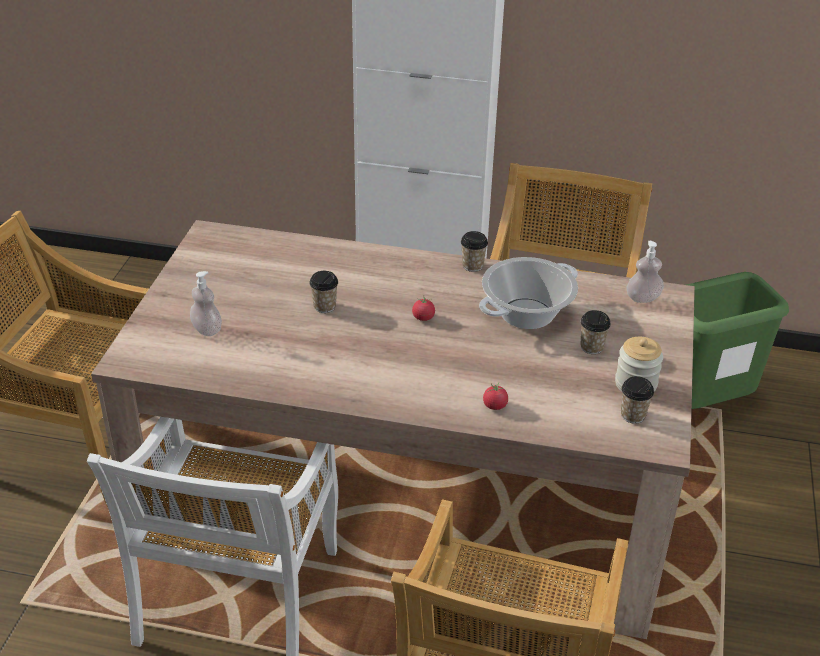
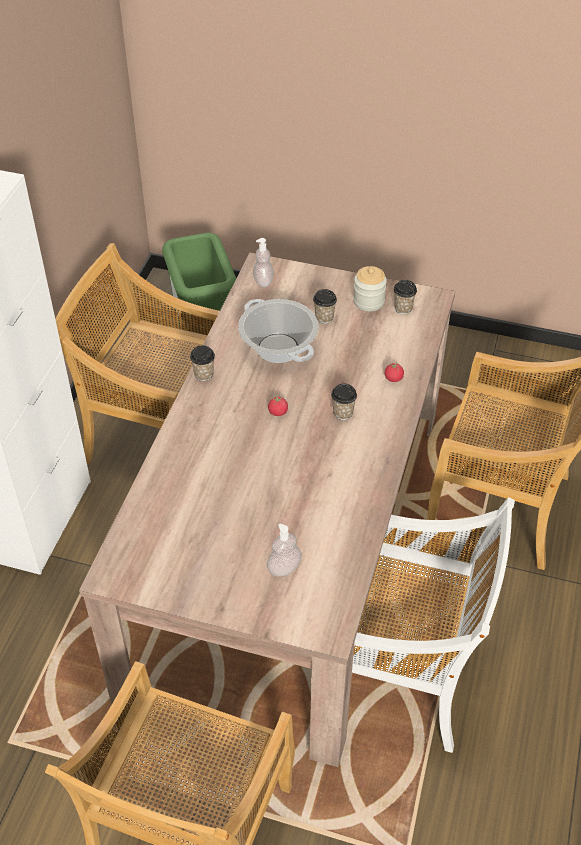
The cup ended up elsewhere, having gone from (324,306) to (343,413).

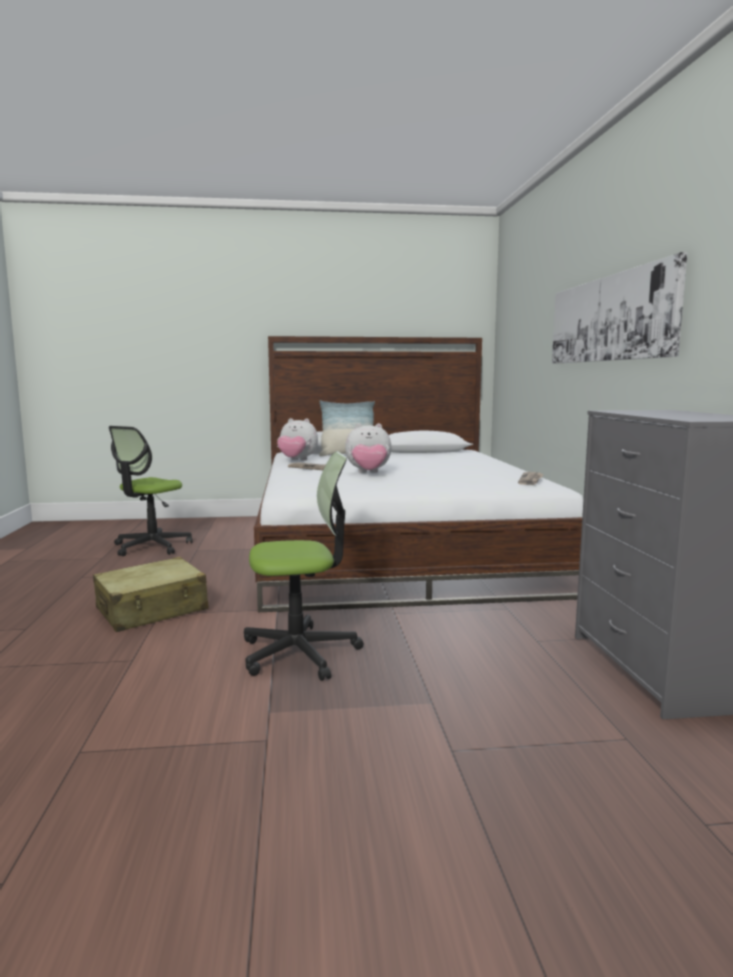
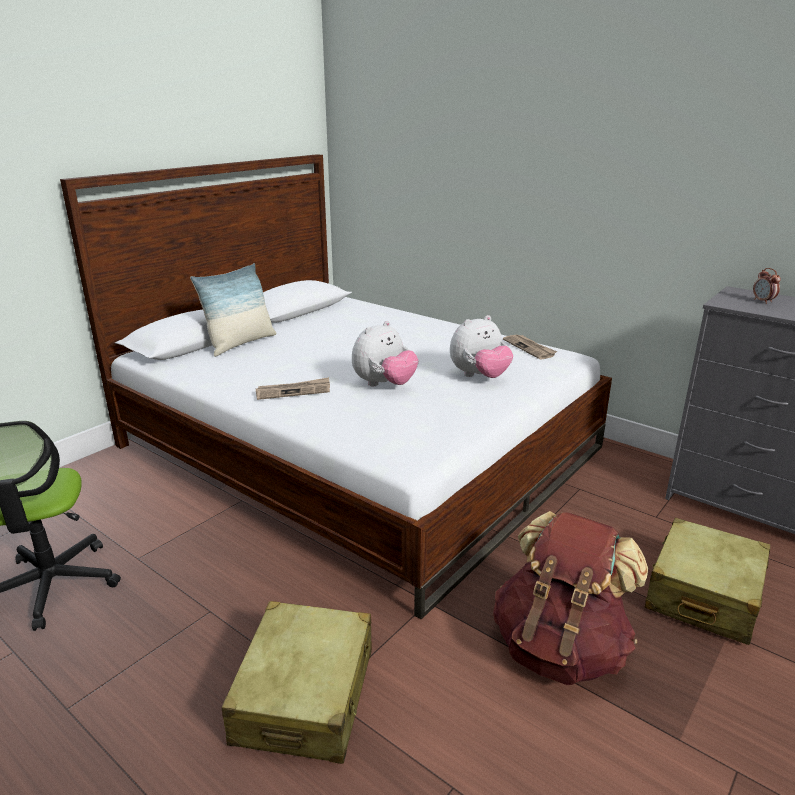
Where the office chair stood at (300,653), the brown backpack came to stand at (560,648).
The plush toy ended up elsewhere, having gone from (297,460) to (479,376).
The second view lost the picture at (608,319).
The second view gained the beige suitcase at (703,595).
The second view gained the alarm clock at (763,301).

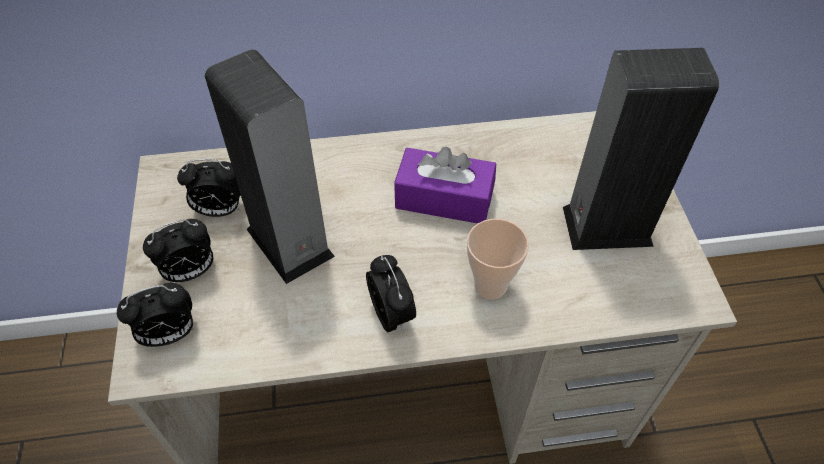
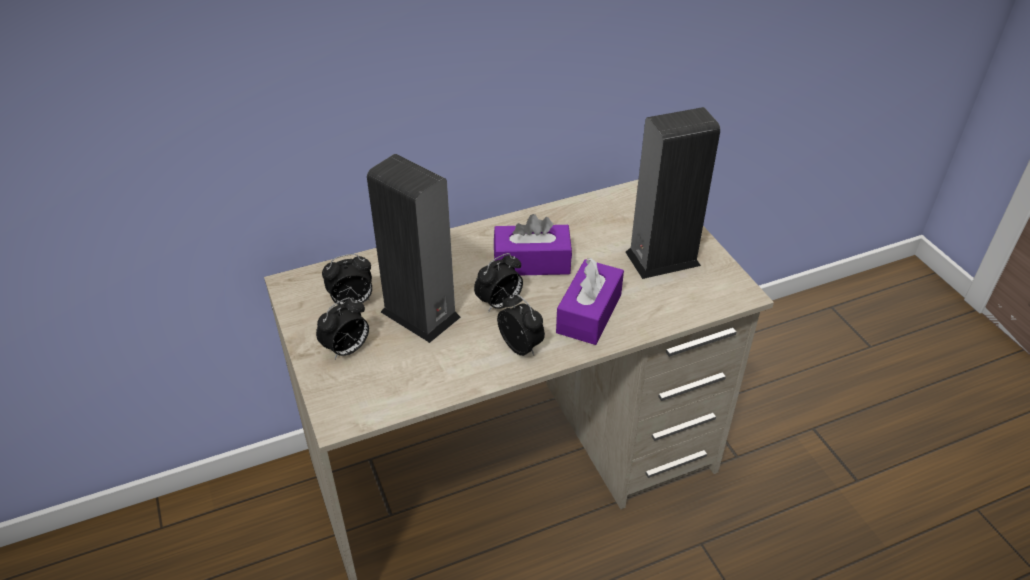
The alarm clock ended up elsewhere, having gone from (169,334) to (499,304).
Where the cup stood at (490,285), the purple tissue box came to stand at (589,313).

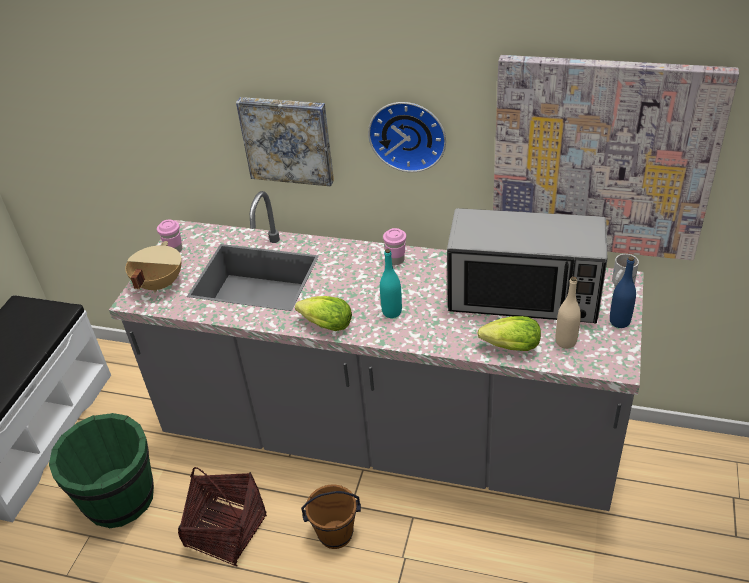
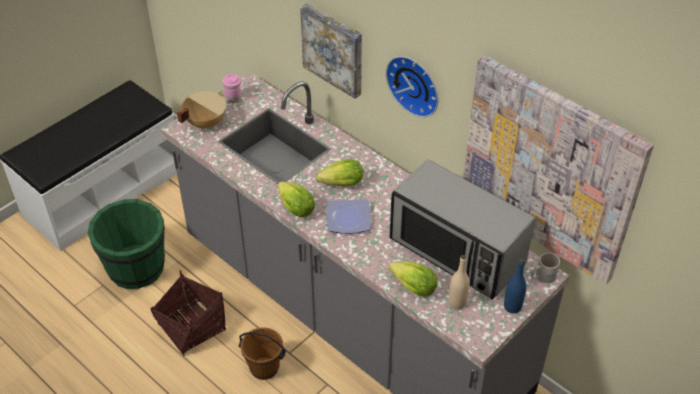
Where the turquoise bottle stood at (392,312), the plate came to stand at (349,219).
The second view lost the pink cup at (396,260).
The second view gained the lettuce at (339,184).

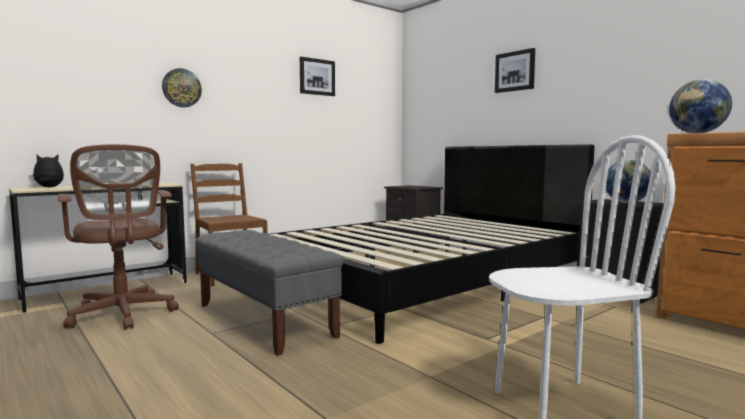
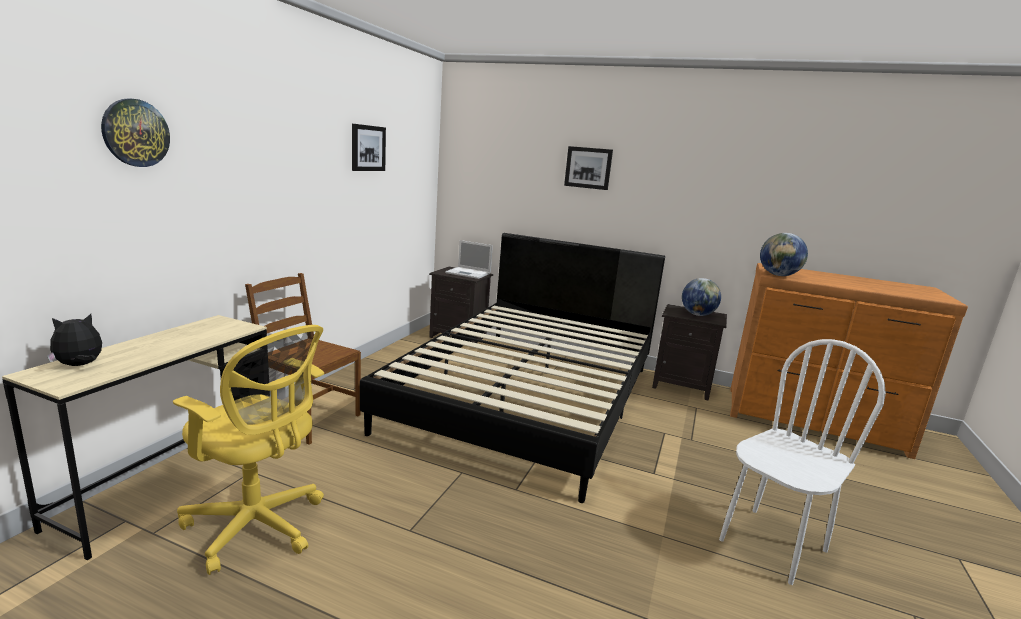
What was the brown office chair at (122,315) turned into the yellow office chair at (258,527).
The wall clock ended up elsewhere, having gone from (181,88) to (135,133).
The second view lost the grey bench at (264,320).
The second view gained the laptop at (469,273).

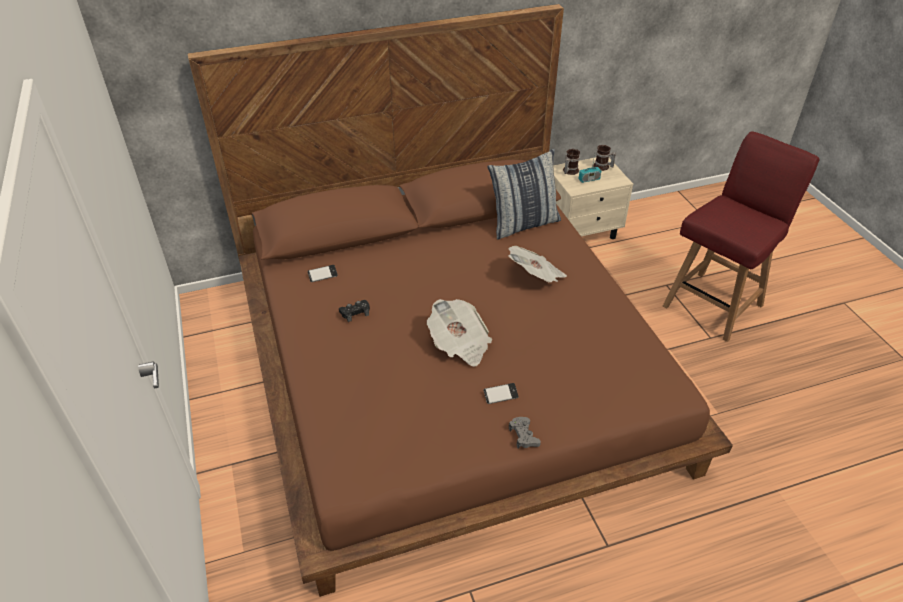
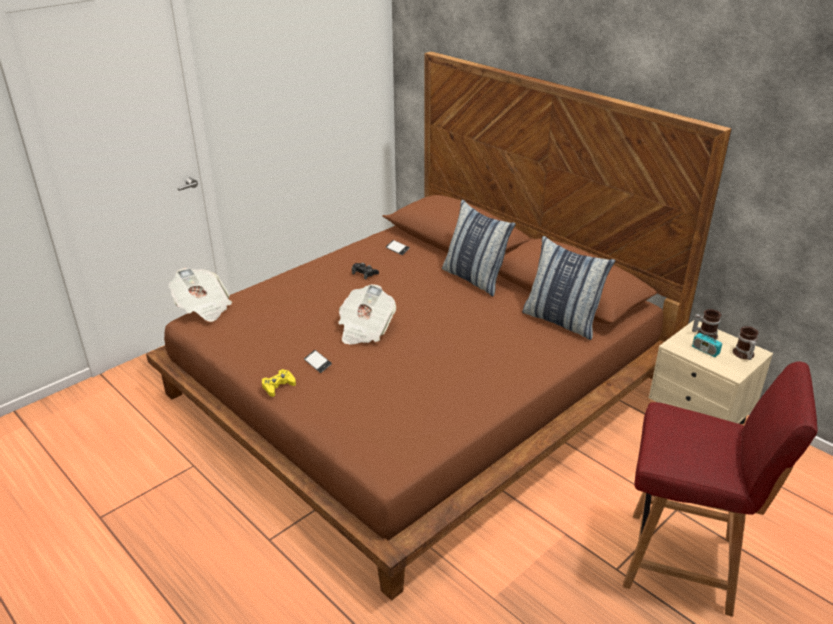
The newspaper ended up elsewhere, having gone from (536,277) to (203,307).
What was the grey game controller at (524,436) turned into the yellow game controller at (278,386).
The second view gained the pillow at (474,279).

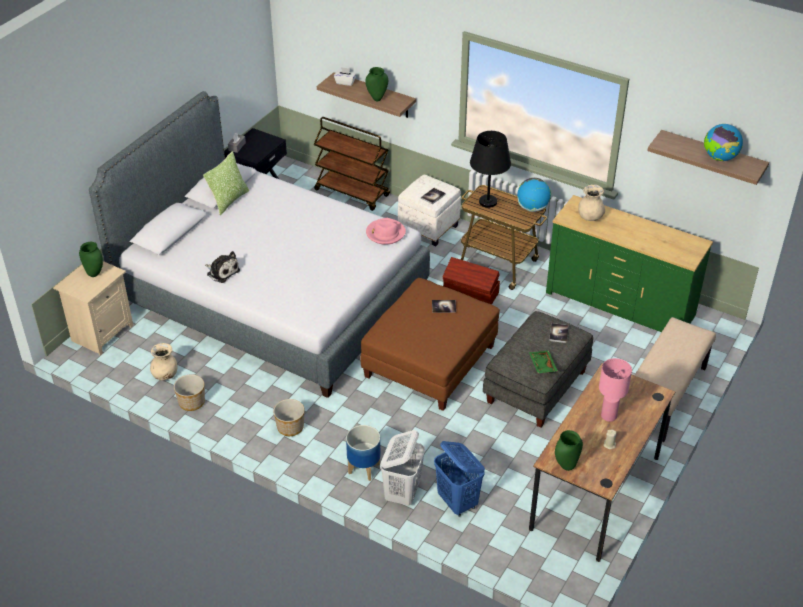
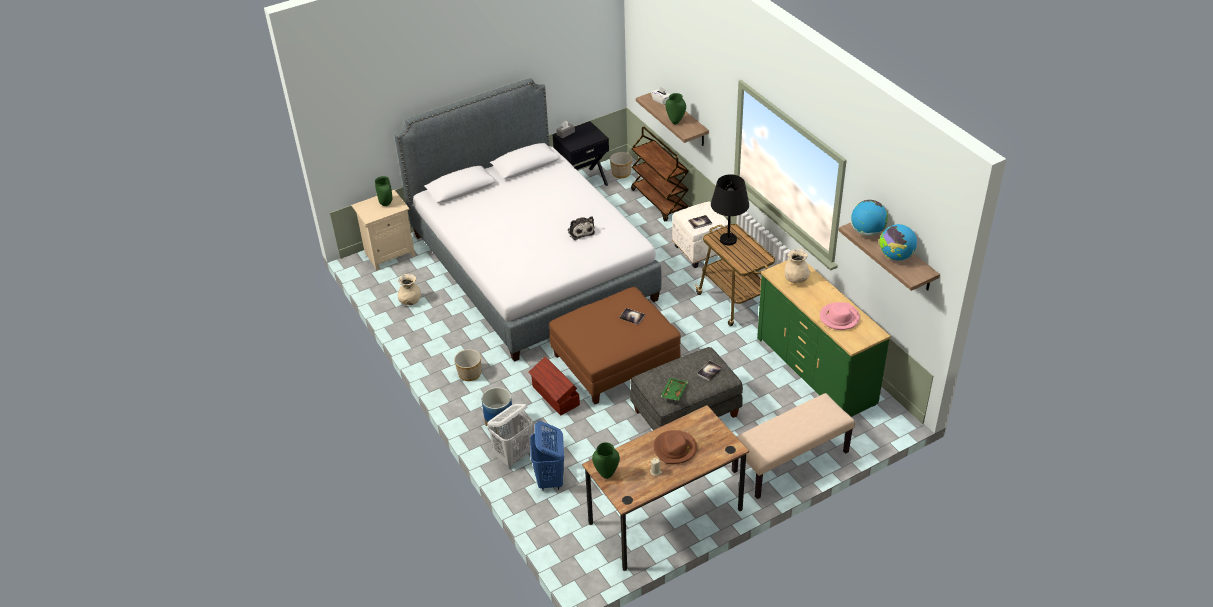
The planter ended up elsewhere, having gone from (191,402) to (621,173).
The second view lost the pillow at (229,200).
The plush toy ended up elsewhere, having gone from (222,272) to (580,231).
The pink hat ended up elsewhere, having gone from (385,233) to (839,318).
The brown storage box ended up elsewhere, having gone from (471,293) to (555,396).
The globe ended up elsewhere, having gone from (532,208) to (867,232).
Where the pink table lamp stood at (609,416), the brown hat came to stand at (675,449).

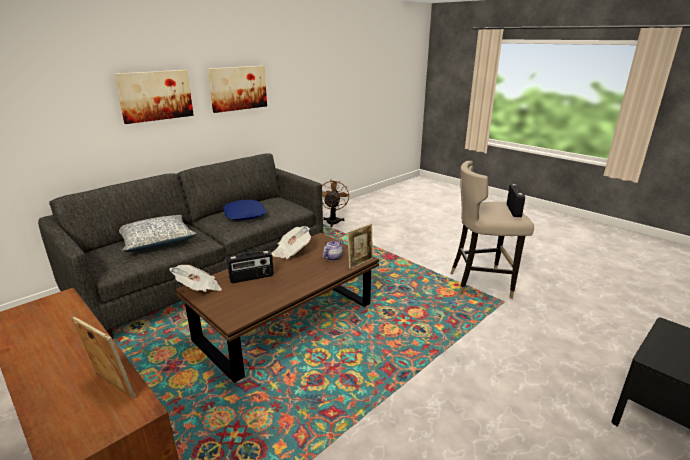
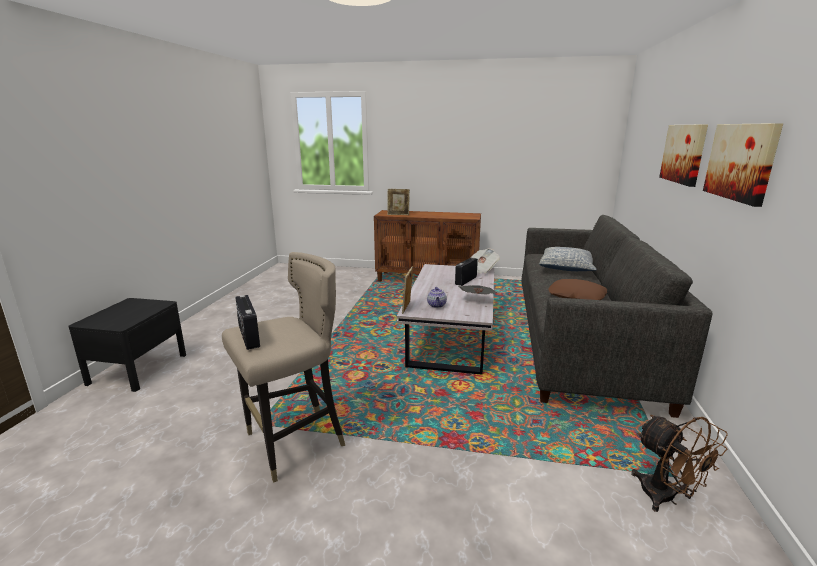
What was the brown coffee table at (287,322) turned into the white coffee table at (450,335).
What was the blue pillow at (245,215) turned into the brown pillow at (576,296).

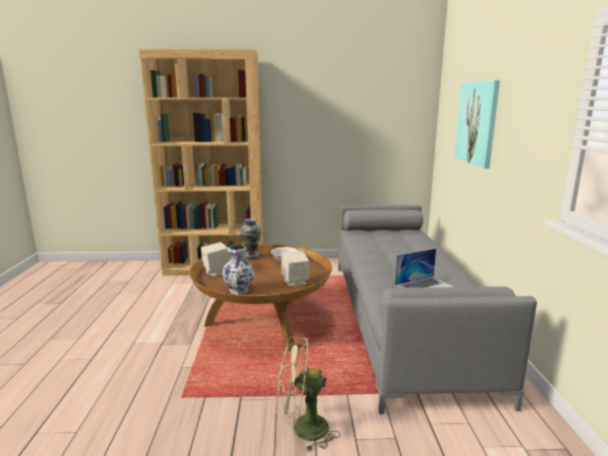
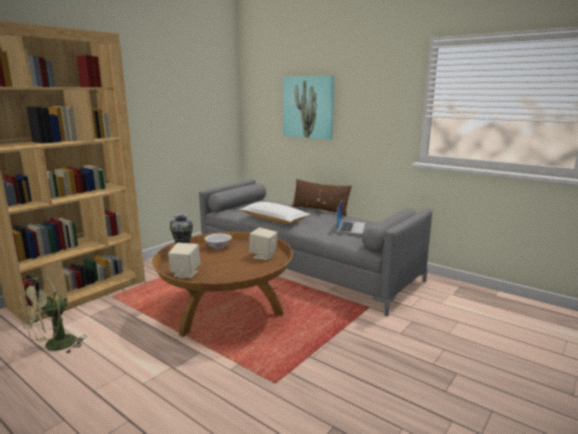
The second view lost the vase at (238,290).
The green fan ended up elsewhere, having gone from (302,429) to (54,347).
The second view gained the white pillow at (274,219).
The second view gained the brown pillow at (320,210).

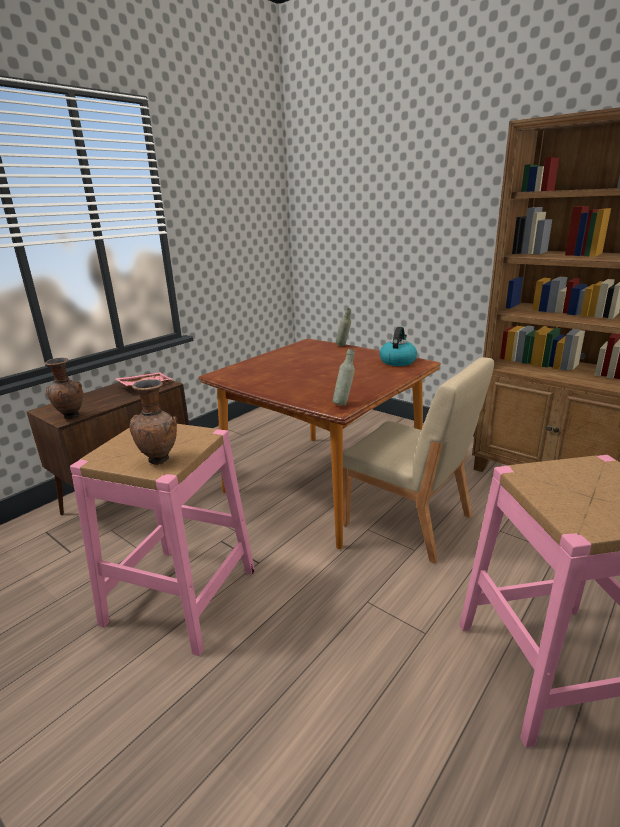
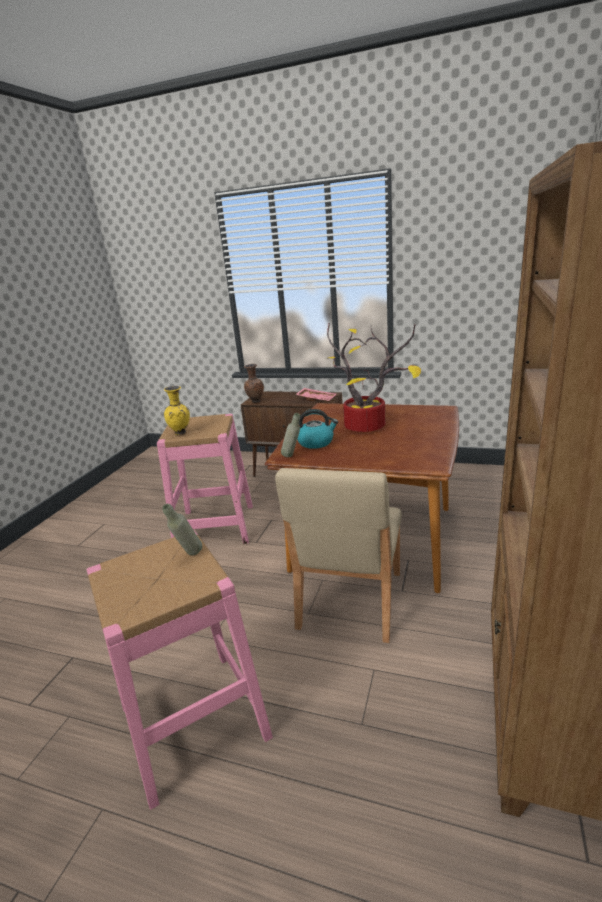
What was the brown vase at (160,459) turned into the yellow vase at (181,433).
The grey bottle ended up elsewhere, having gone from (343,346) to (189,556).
The kettle ended up elsewhere, having gone from (397,361) to (316,442).
The second view gained the potted plant at (368,426).

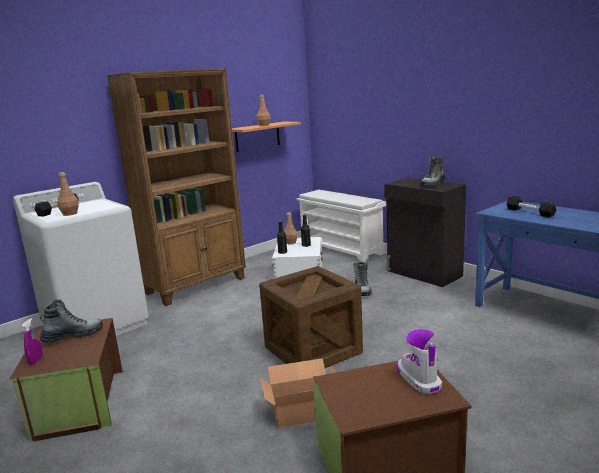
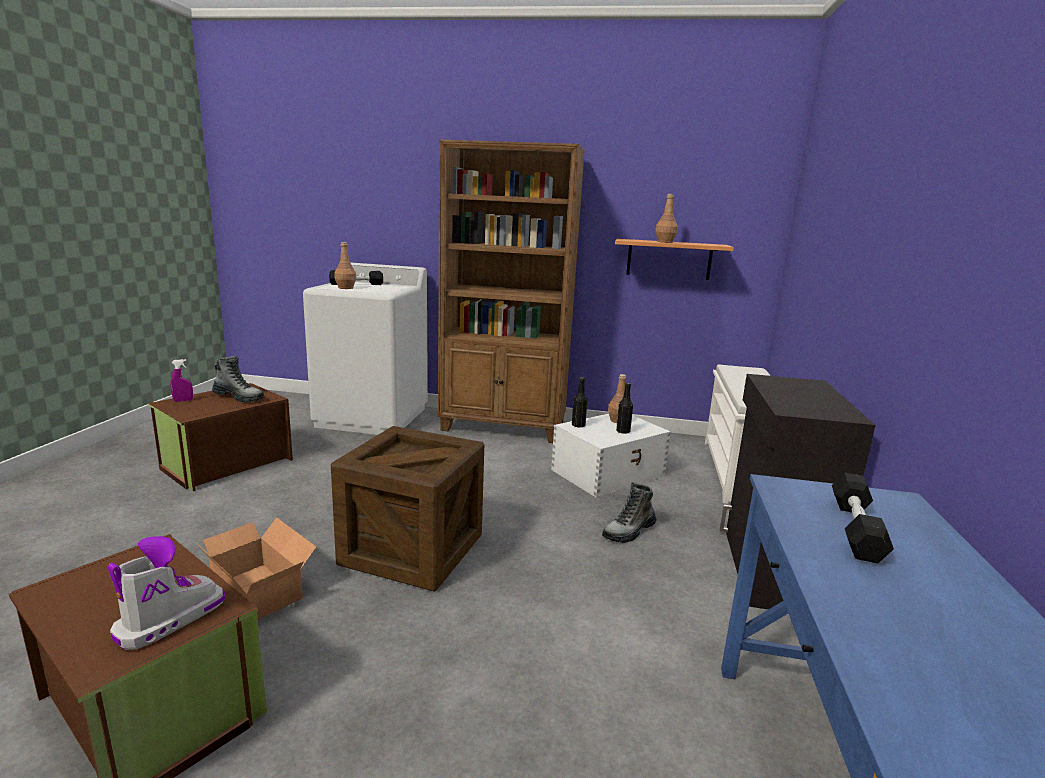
The second view lost the boot at (433,184).

